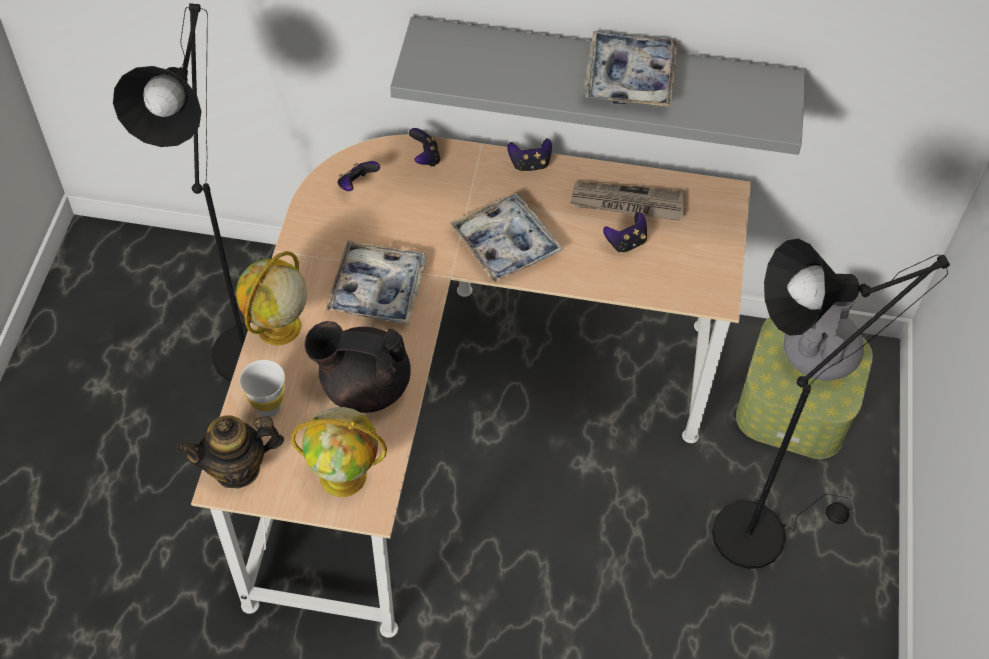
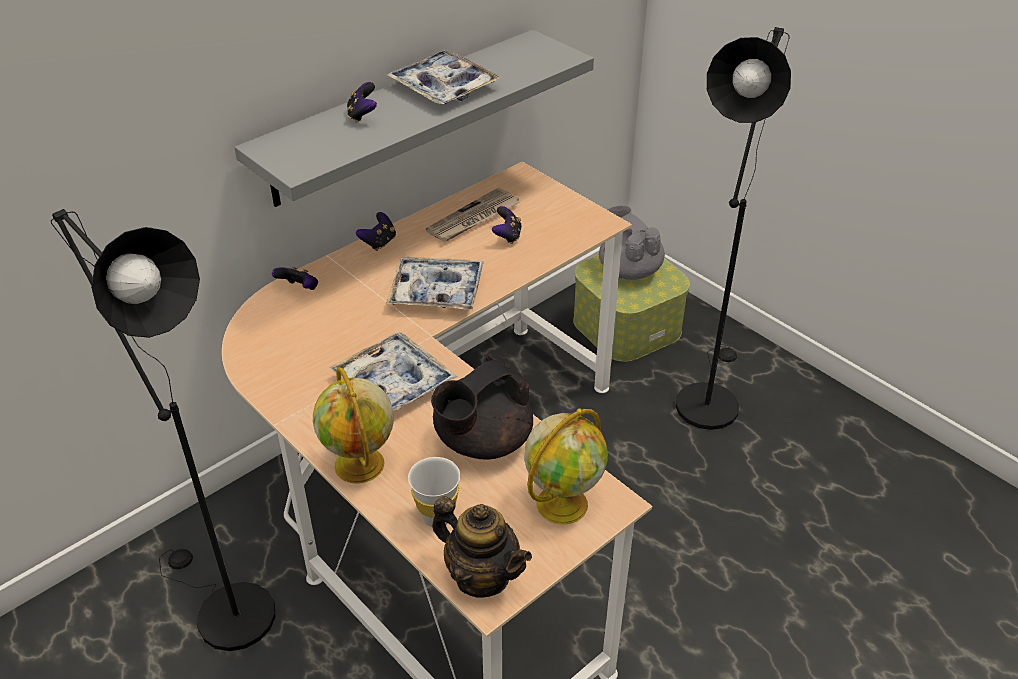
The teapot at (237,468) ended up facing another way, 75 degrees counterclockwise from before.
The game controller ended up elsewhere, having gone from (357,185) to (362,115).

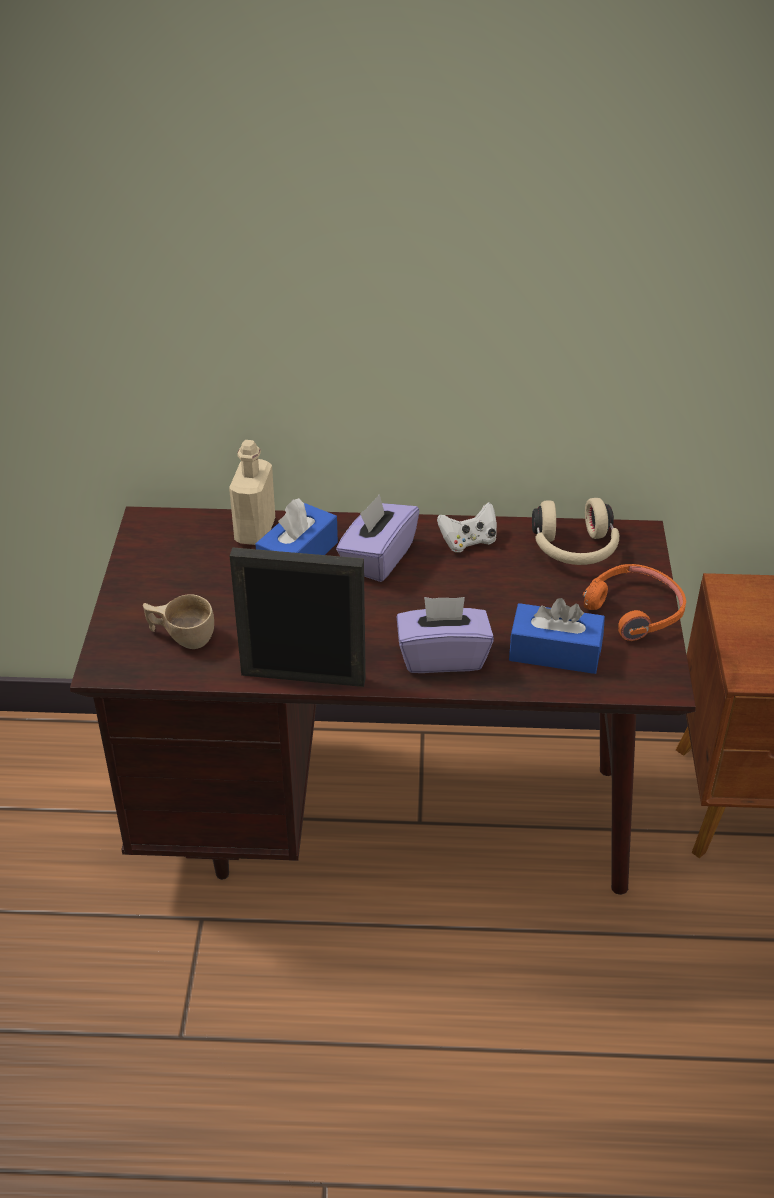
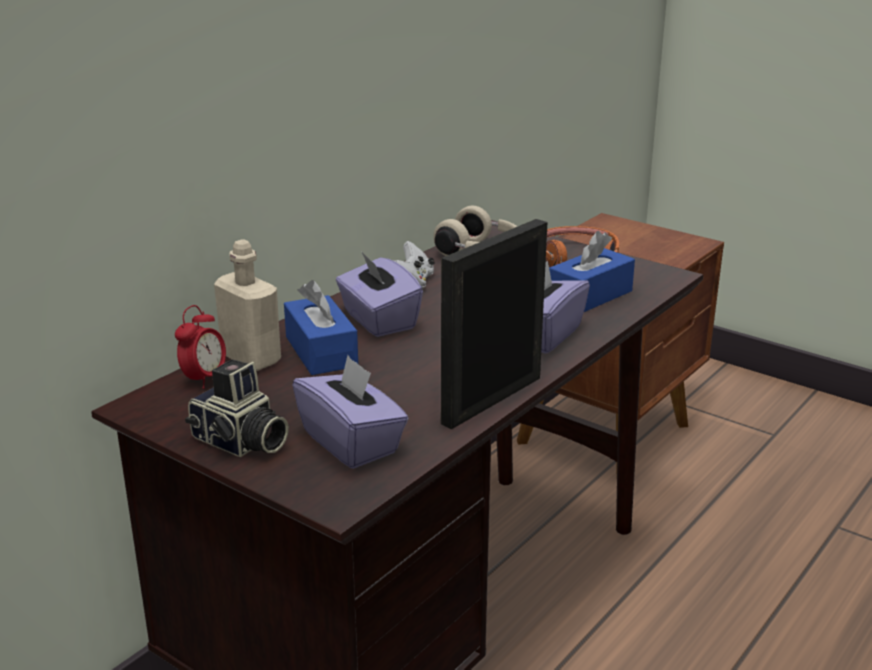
Where the beige cup stood at (181,637), the purple tissue box came to stand at (352,442).
The second view gained the alarm clock at (204,379).
The second view gained the photo camera at (239,443).

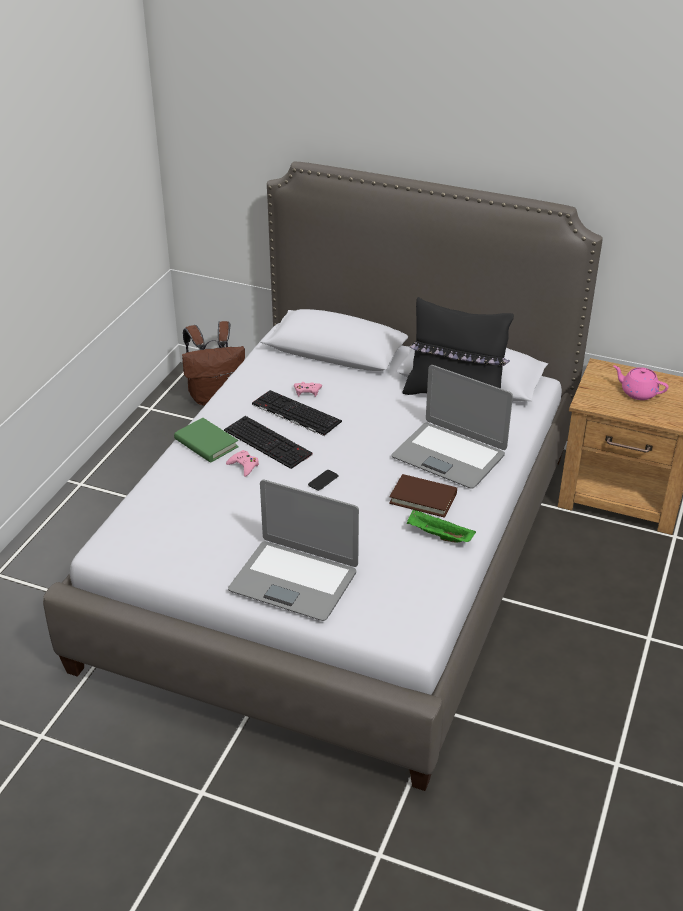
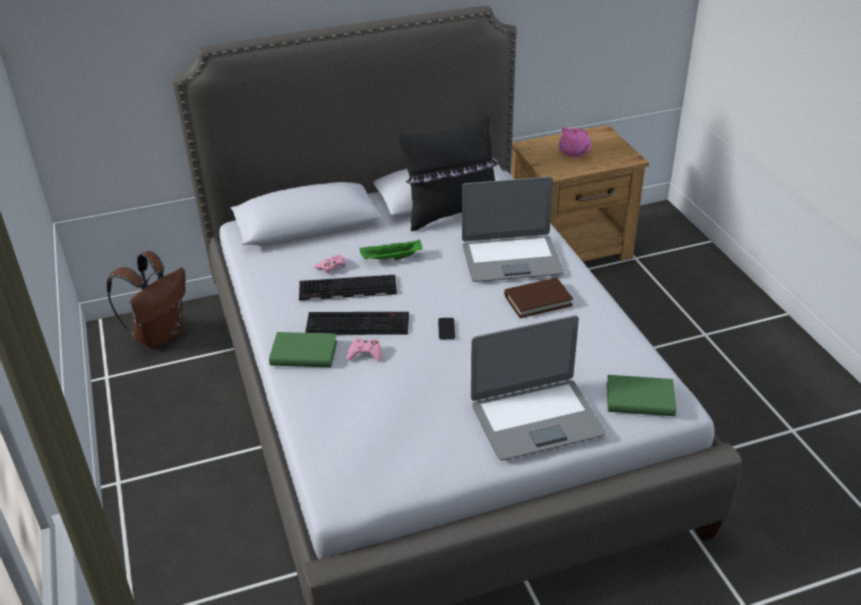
The green tray ended up elsewhere, having gone from (438,536) to (391,259).
The pink teapot at (638,392) ended up facing another way, 105 degrees counterclockwise from before.
The second view gained the green book at (640,399).

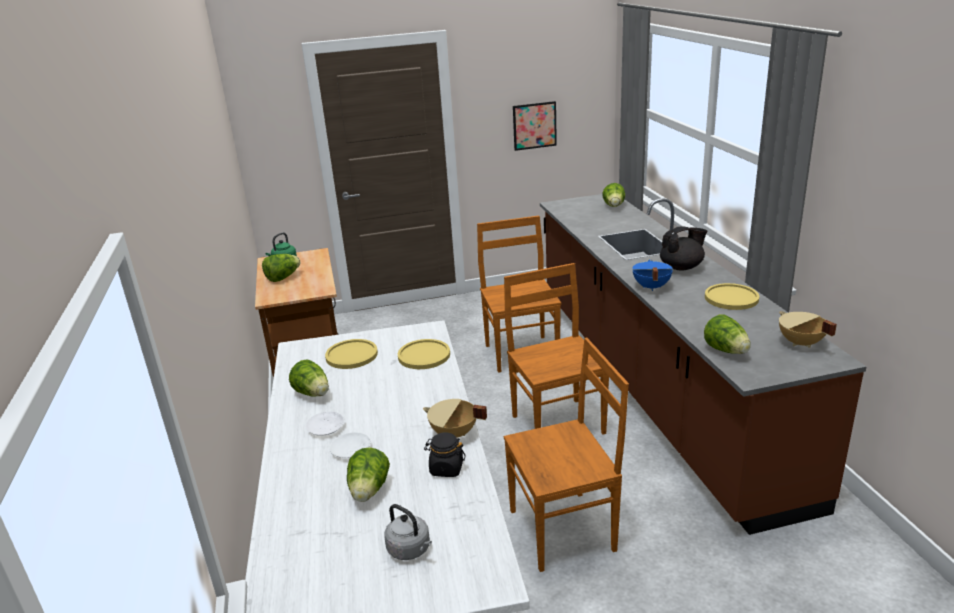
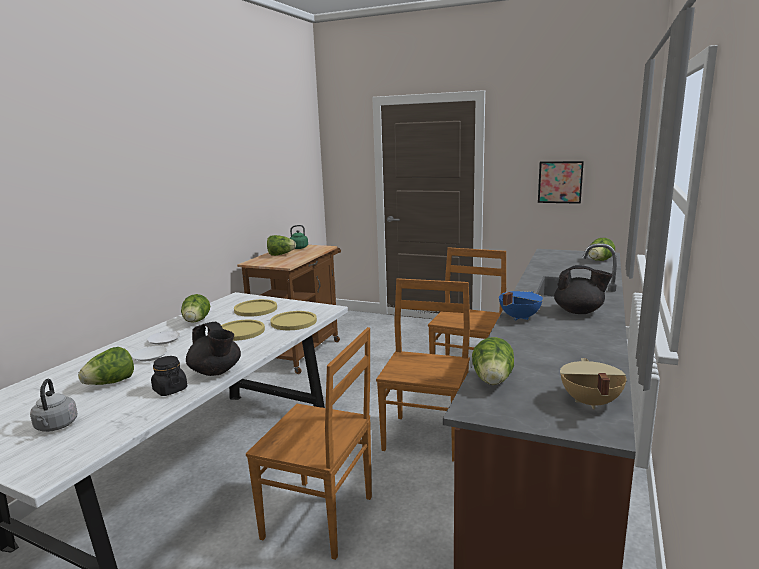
Where the beige cooking pot stood at (454,434), the black teapot came to stand at (216,372).
The yellow plate ended up elsewhere, having gone from (731,298) to (240,331).

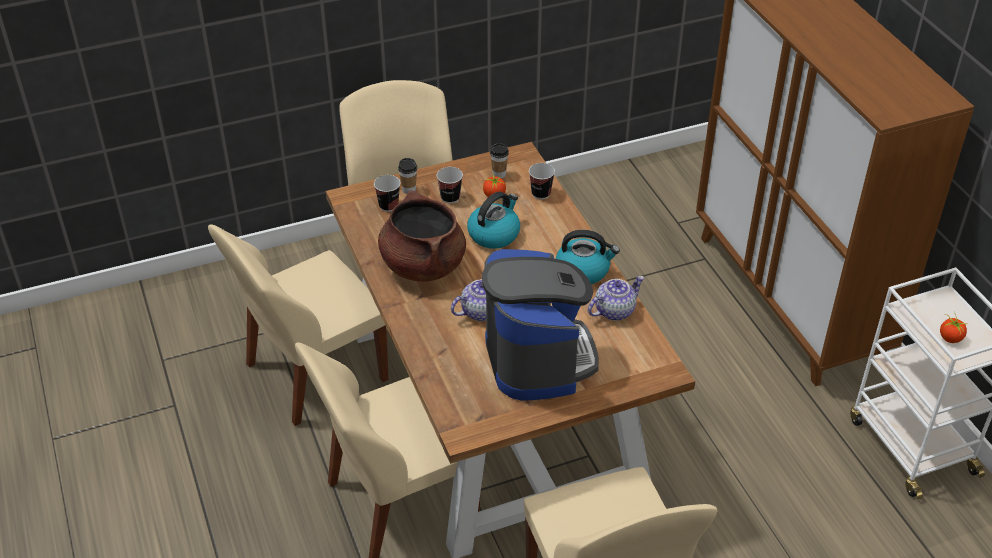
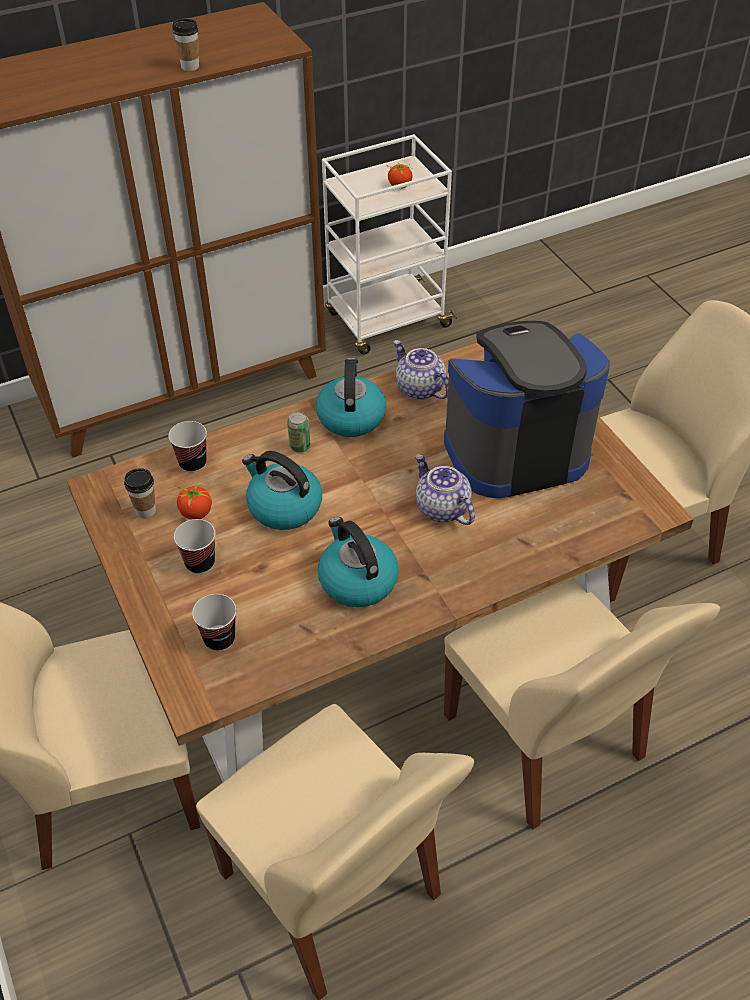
Where the brown cooking pot stood at (422,265), the kettle came to stand at (357,580).
The cup ended up elsewhere, having gone from (409,190) to (190,67).
The second view gained the can at (299,446).

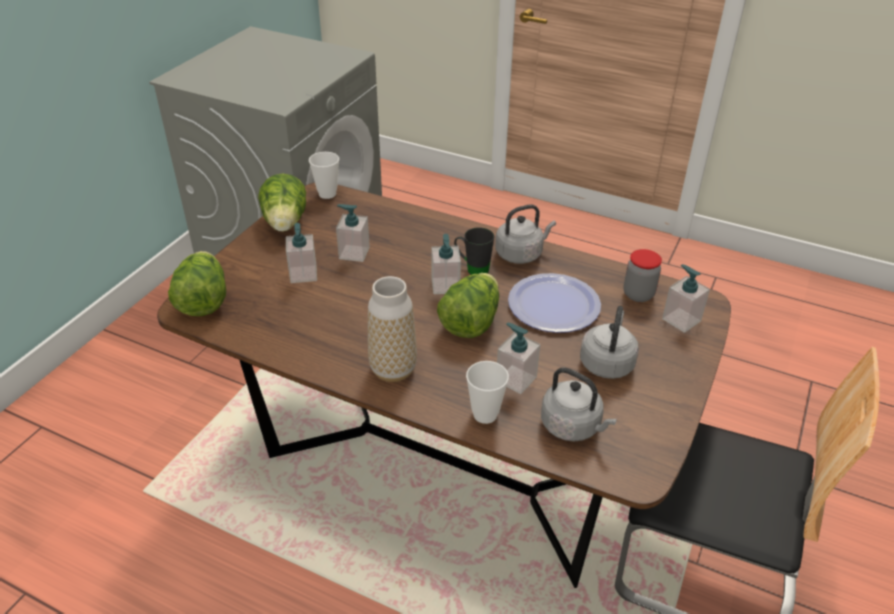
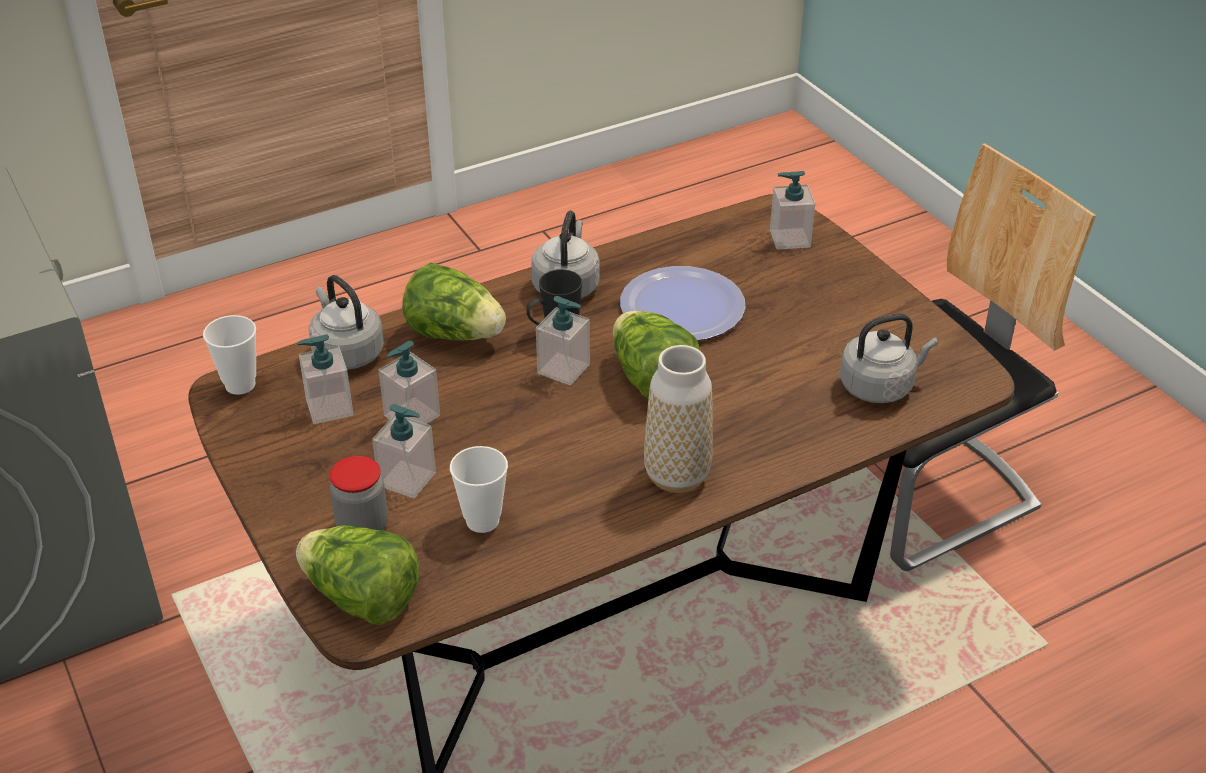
The lettuce ended up elsewhere, having gone from (285,223) to (455,334).
The cup ended up elsewhere, having gone from (485,414) to (482,521).
The soap dispenser ended up elsewhere, having gone from (516,379) to (329,408).
The grey kettle ended up elsewhere, having gone from (607,362) to (346,352).
The jar ended up elsewhere, having gone from (638,294) to (362,527).

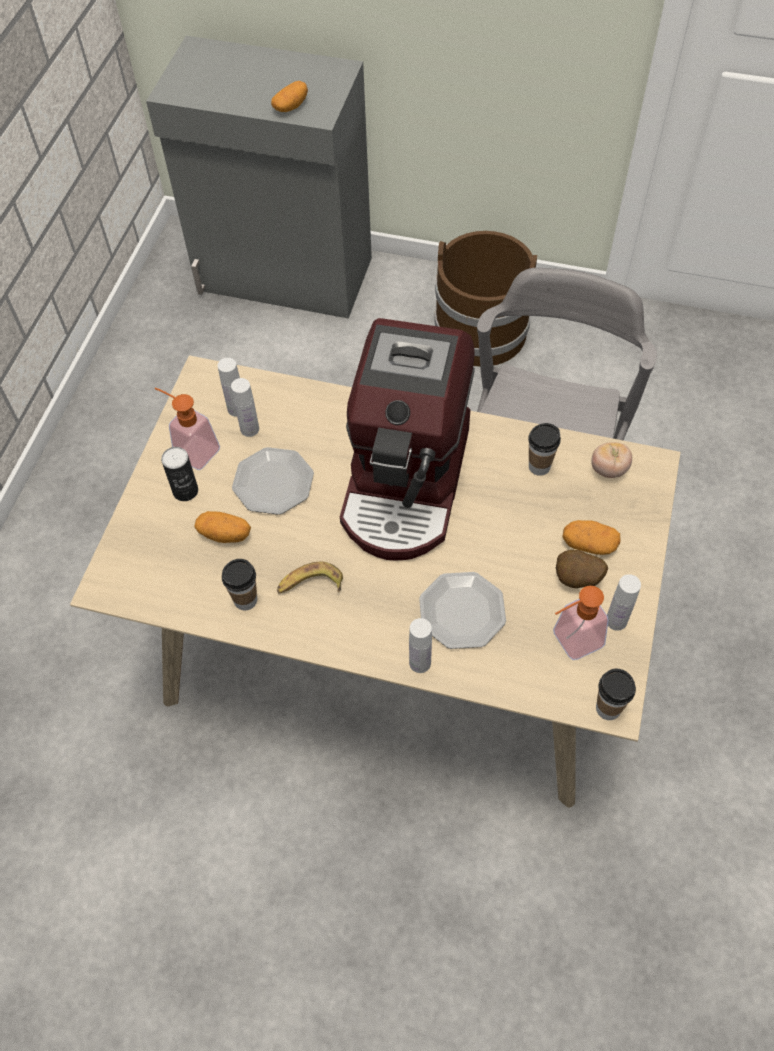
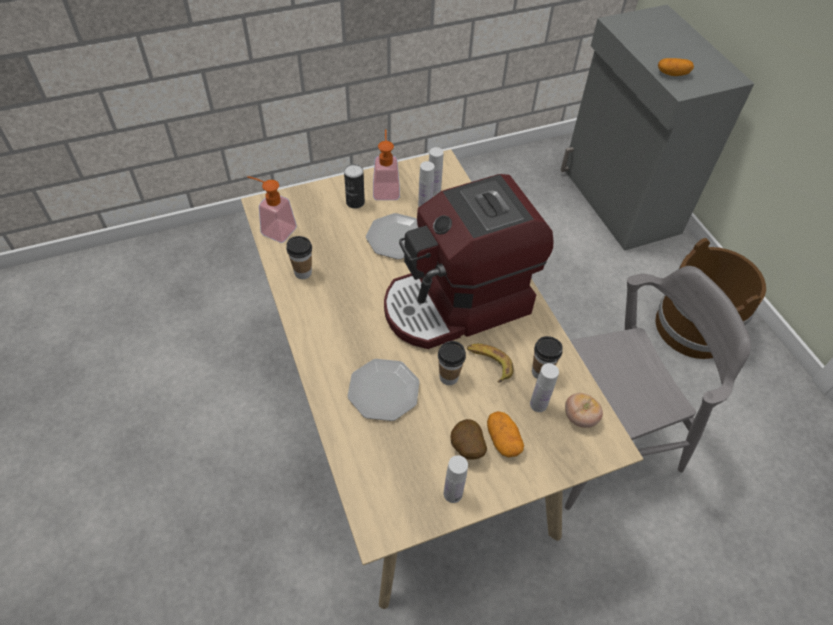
The second view lost the potato at (225,534).
The banana ended up elsewhere, having gone from (310,585) to (489,363).
The white bottle ended up elsewhere, having gone from (420,663) to (538,404).
The soap dispenser ended up elsewhere, having gone from (570,642) to (274,229).
The cup ended up elsewhere, having gone from (608,708) to (448,377).

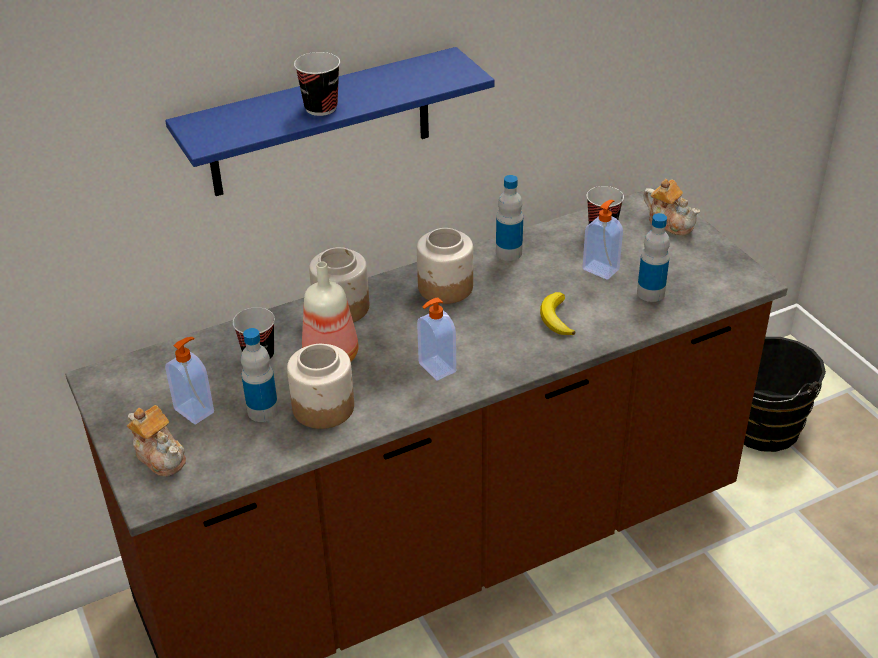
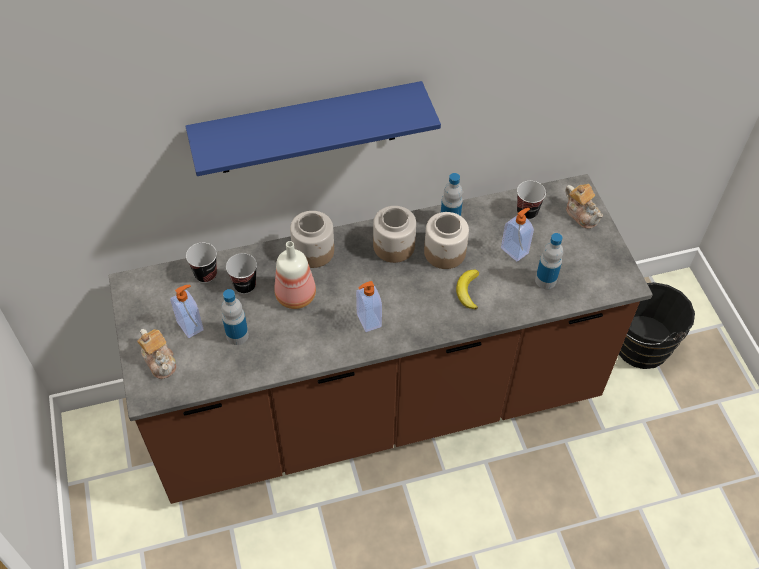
The jar ended up elsewhere, having gone from (324,407) to (445,252).
The cup ended up elsewhere, having gone from (321,108) to (206,274).

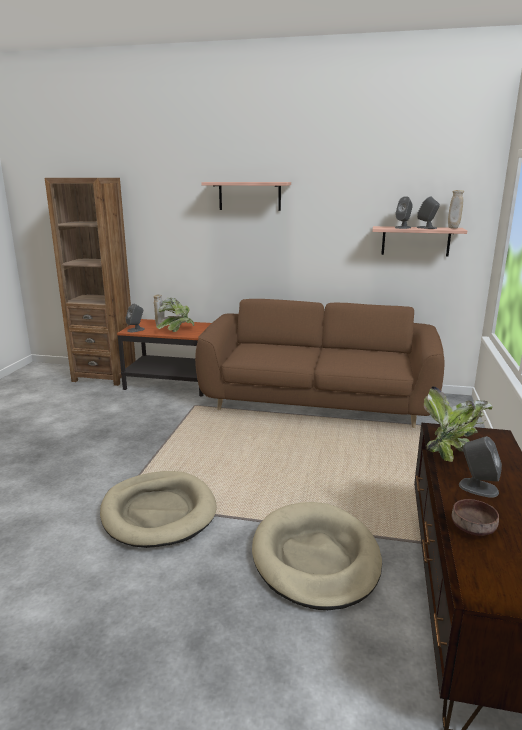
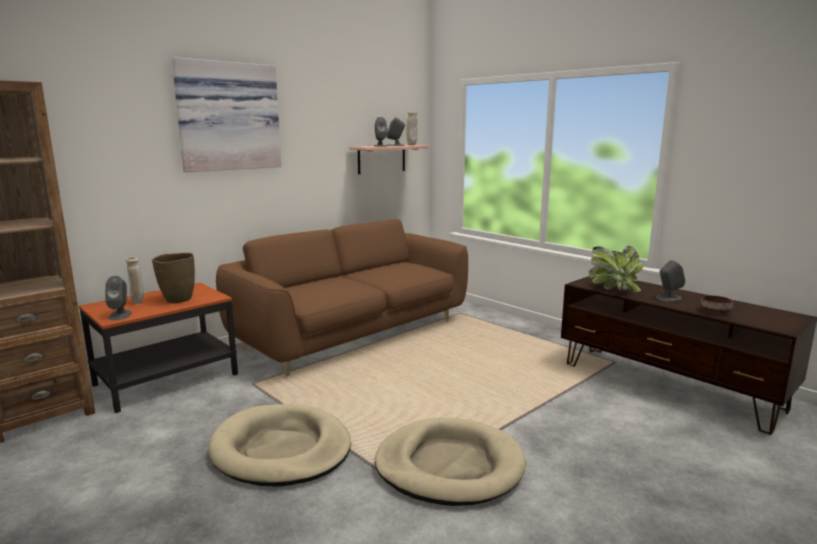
Where the potted plant stood at (176,330), the brown vase came to stand at (178,300).
Where the shelf hung at (249,196), the picture came to hang at (228,116).
The beige dog bed ended up elsewhere, having gone from (315,558) to (281,450).

